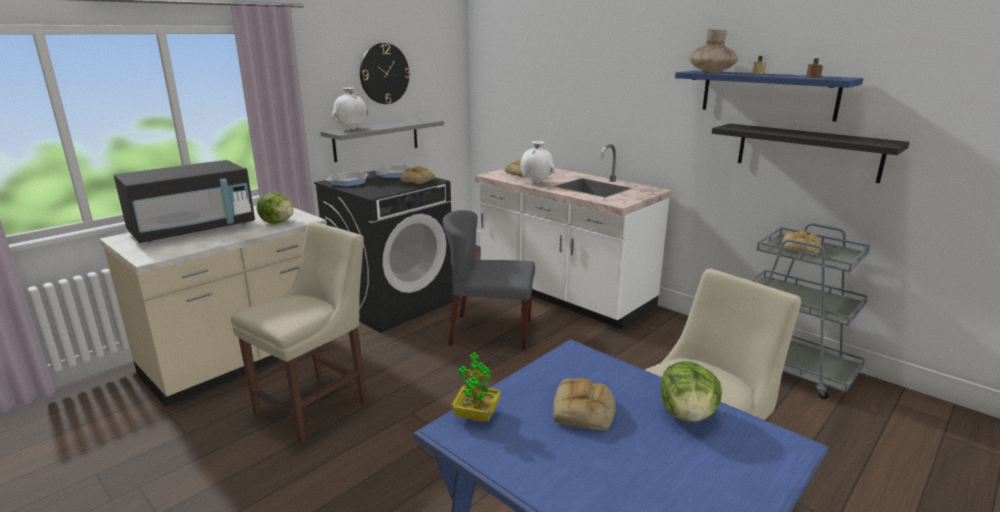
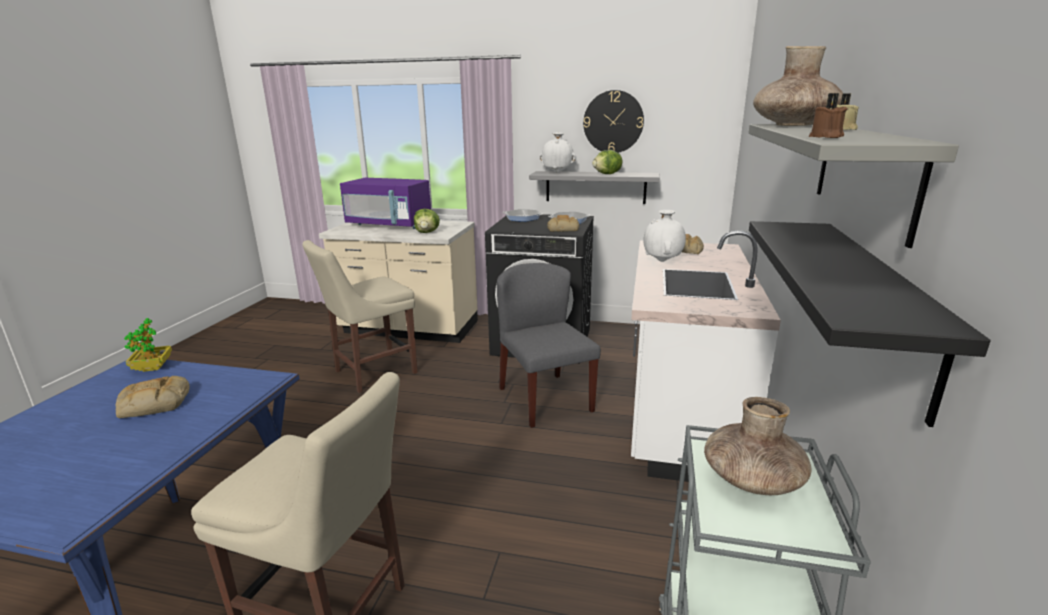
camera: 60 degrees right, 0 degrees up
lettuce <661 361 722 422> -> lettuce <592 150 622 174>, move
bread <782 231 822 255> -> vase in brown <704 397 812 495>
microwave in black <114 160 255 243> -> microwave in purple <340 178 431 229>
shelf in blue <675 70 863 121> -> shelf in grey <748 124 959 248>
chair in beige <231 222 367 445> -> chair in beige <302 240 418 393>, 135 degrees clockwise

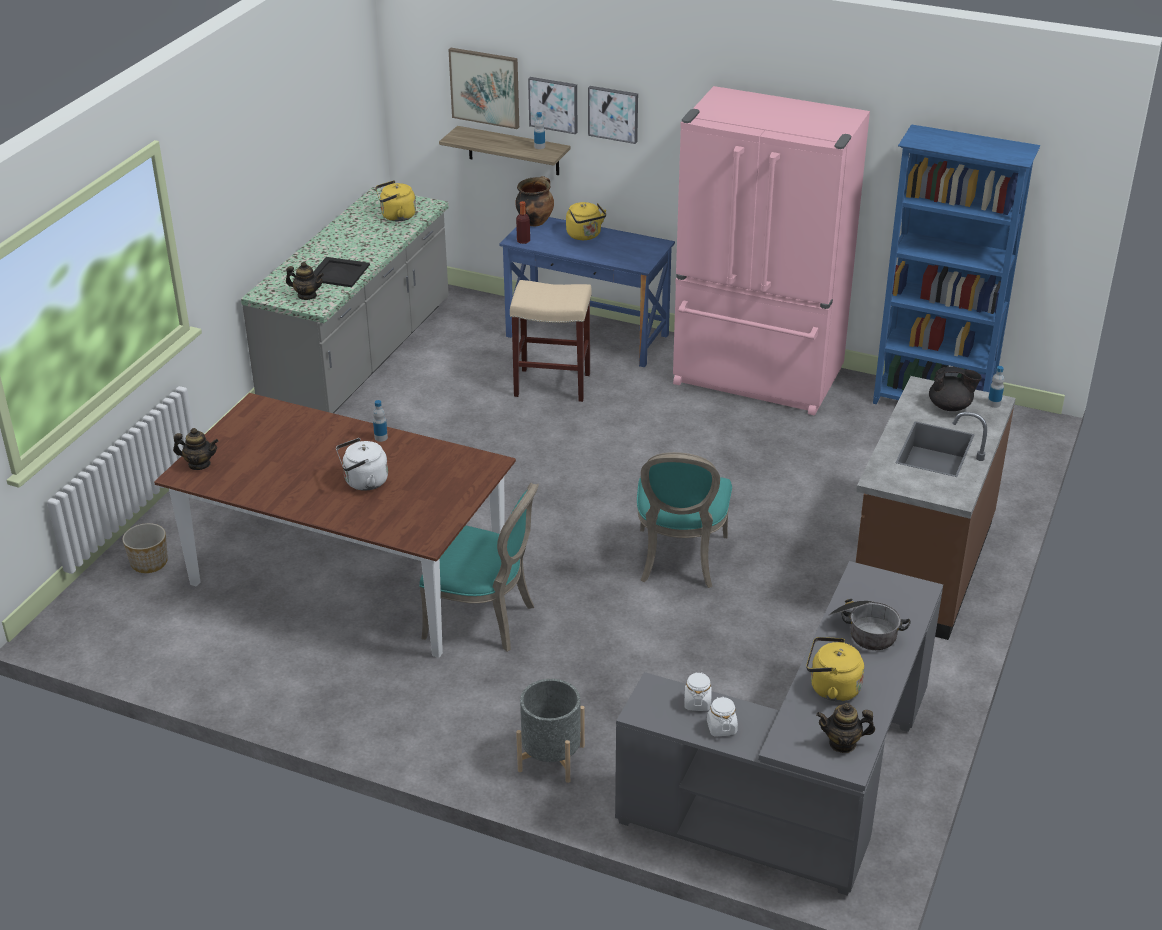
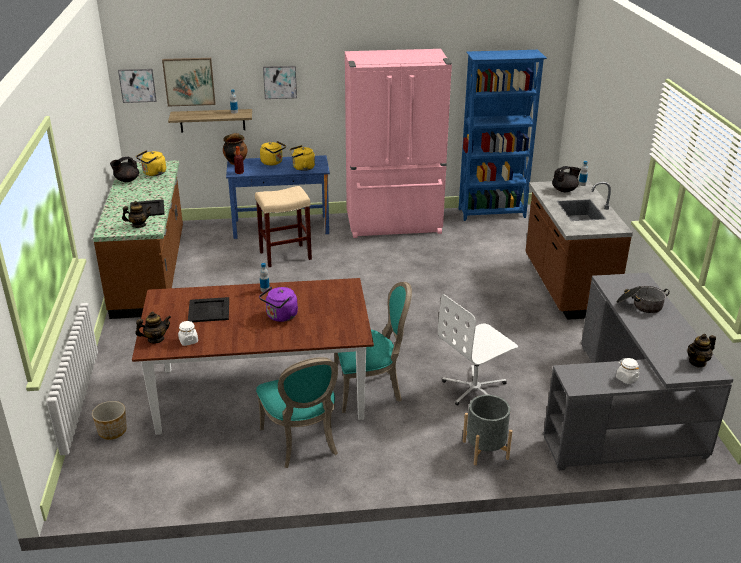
camera: 30 degrees left, 5 degrees down
none -> teapot in black <110 157 139 182>
none -> tray in black <188 297 229 322>
none -> office chair in white <438 294 518 406>
picture <528 77 577 134> -> picture <118 69 157 103>, move
chair in turquoise <637 452 732 588> -> chair in turquoise <256 357 338 468>, move
jar in white <684 672 712 711> -> jar in white <178 321 198 346>, move
kettle in yellow <806 637 864 702> -> kettle in yellow <290 145 315 171>, move
counter in grey <241 187 449 413> -> counter in brown <93 160 183 319>
kettle in white <336 438 388 491> -> kettle in purple <259 287 298 322>

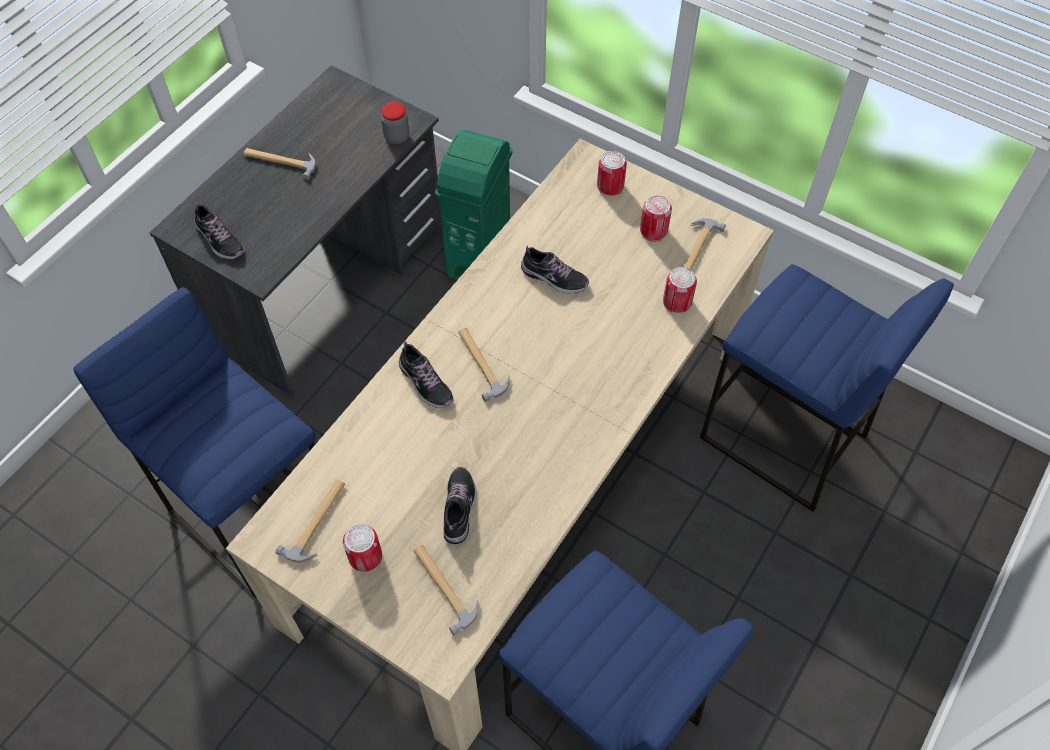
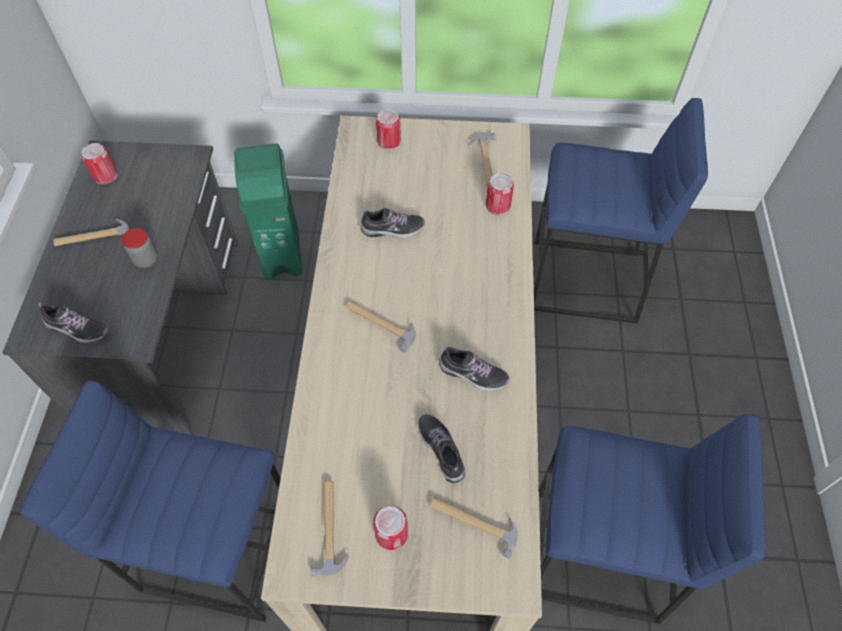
camera: 30 degrees left, 0 degrees up
jar <381 102 409 144> -> jar <122 228 158 268>, move
shoe <399 341 454 408> -> shoe <439 346 510 391>, move
can <640 195 672 242> -> can <81 143 117 184>, move

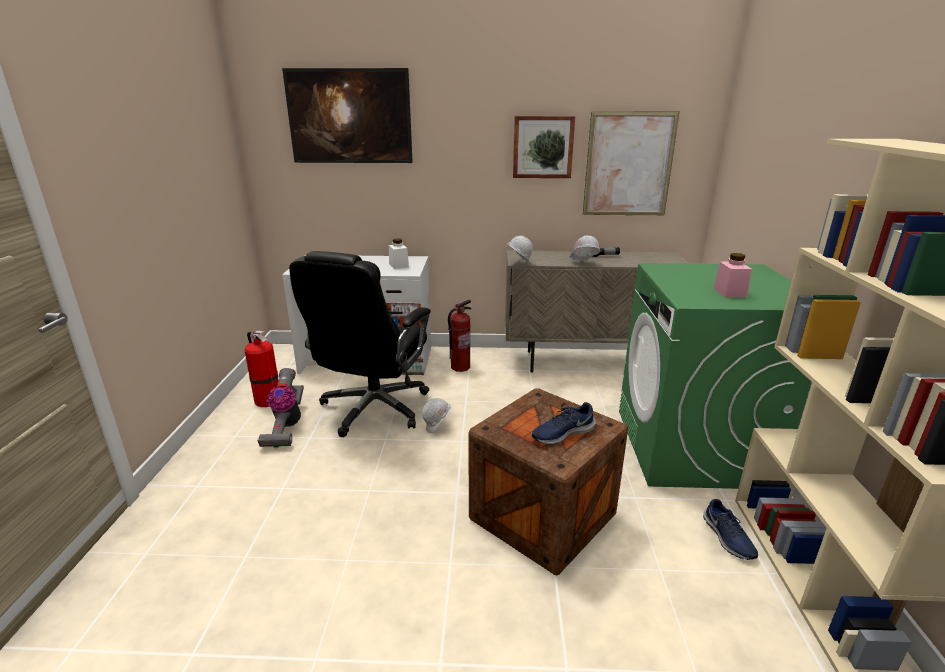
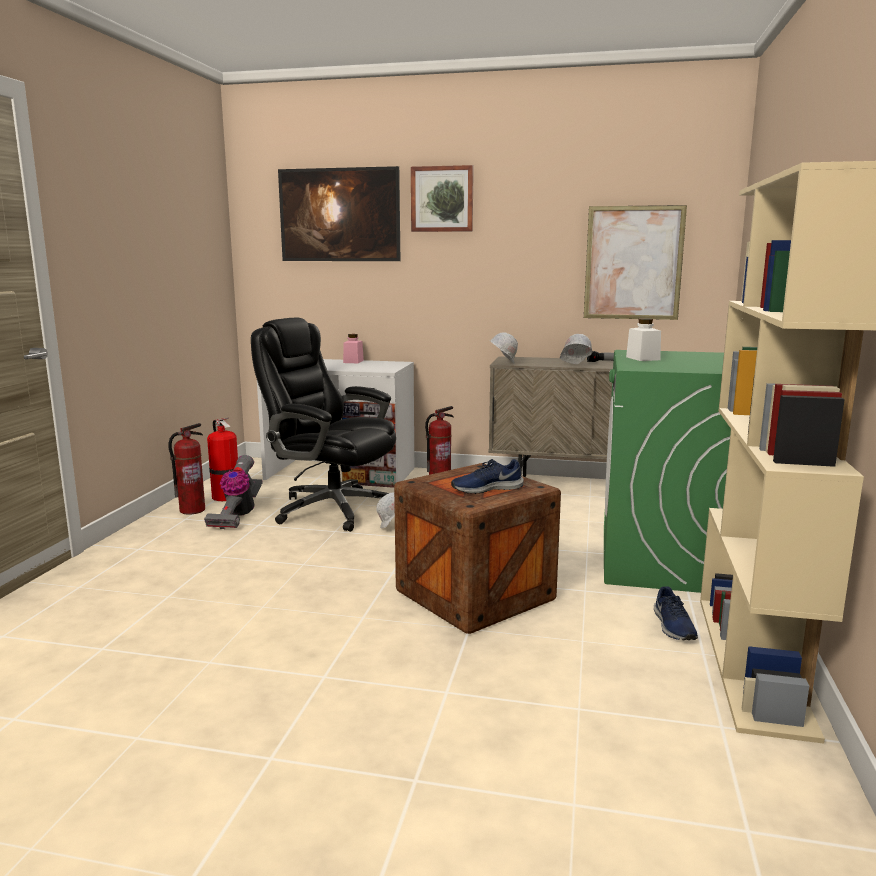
camera: 10 degrees right, 10 degrees down
none -> fire extinguisher <168 423 205 515>
jar in white <389 238 409 269> -> jar in white <626 318 661 361>, move
picture <513 116 575 178> -> picture <411 165 474 232>, move
jar in pink <714 253 752 298> -> jar in pink <343 334 364 363>, move
office chair in black <289 251 431 437> -> office chair in black <251 318 396 532>, 90 degrees clockwise

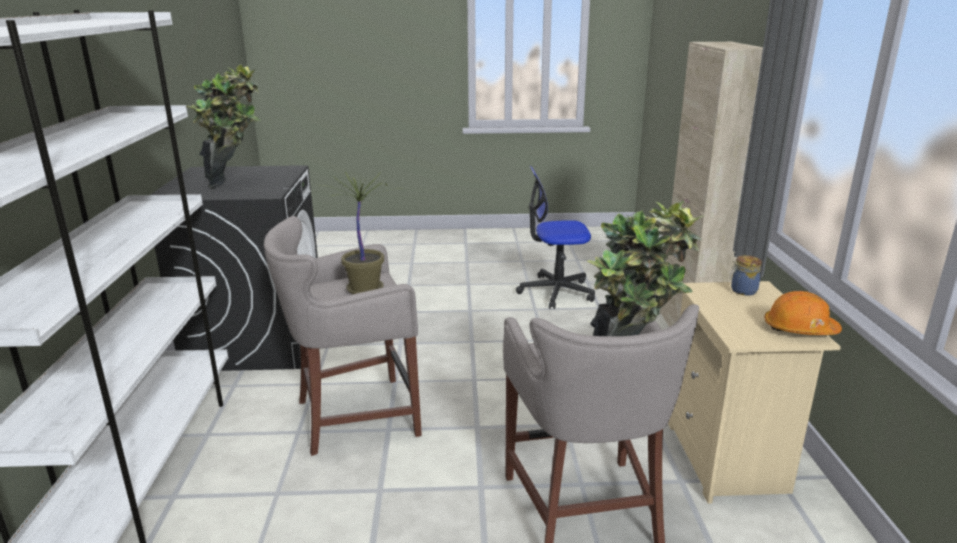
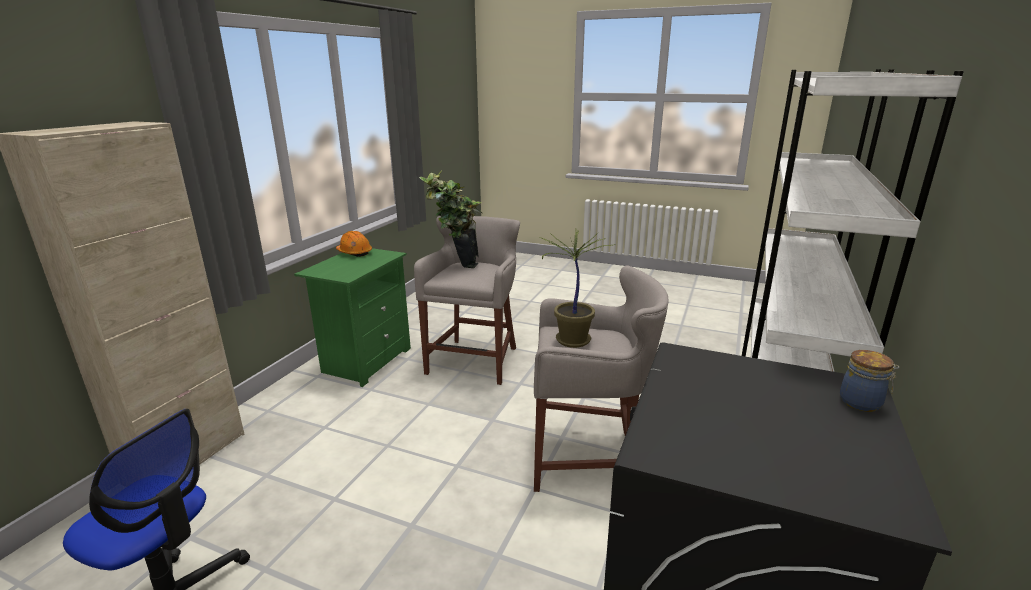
camera: 155 degrees left, 0 degrees up
potted plant <186 64 261 188> -> none
jar <730 255 762 296> -> jar <840 350 899 412>, move
nightstand in beige <668 281 841 504> -> nightstand in green <294 248 411 387>

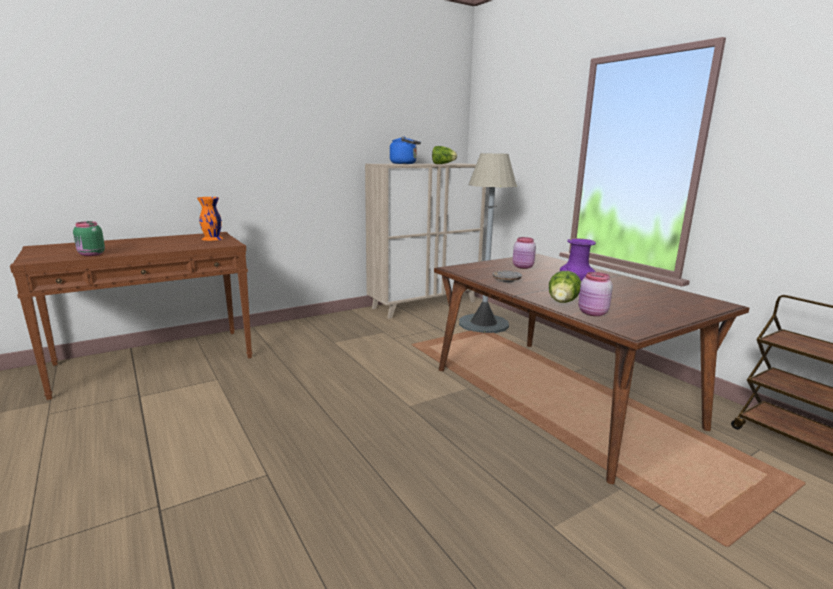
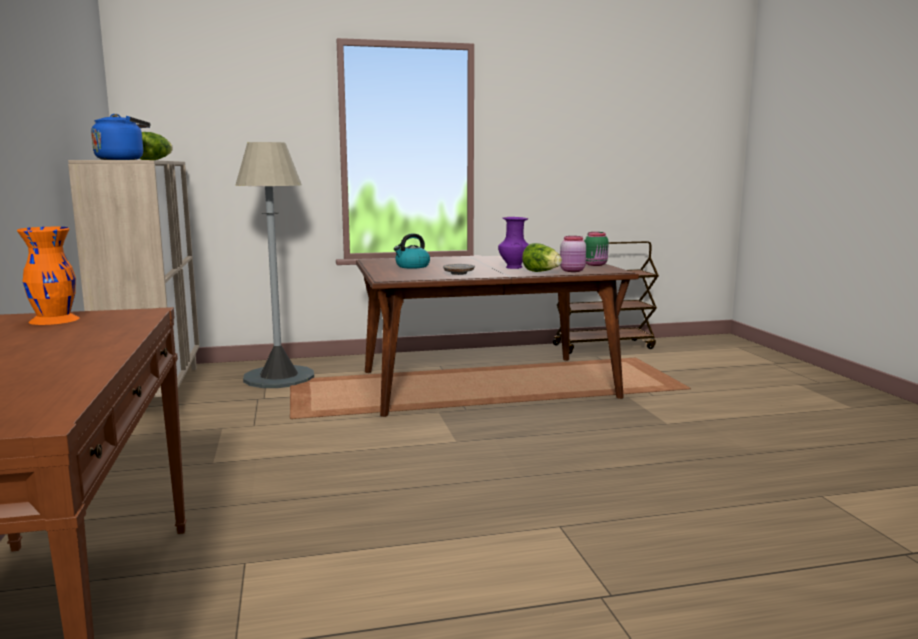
camera: 70 degrees left, 5 degrees down
jar in green <73 221 105 256> -> jar in green <584 232 609 266>, move
jar in pink <513 237 536 269> -> kettle <394 234 430 269>

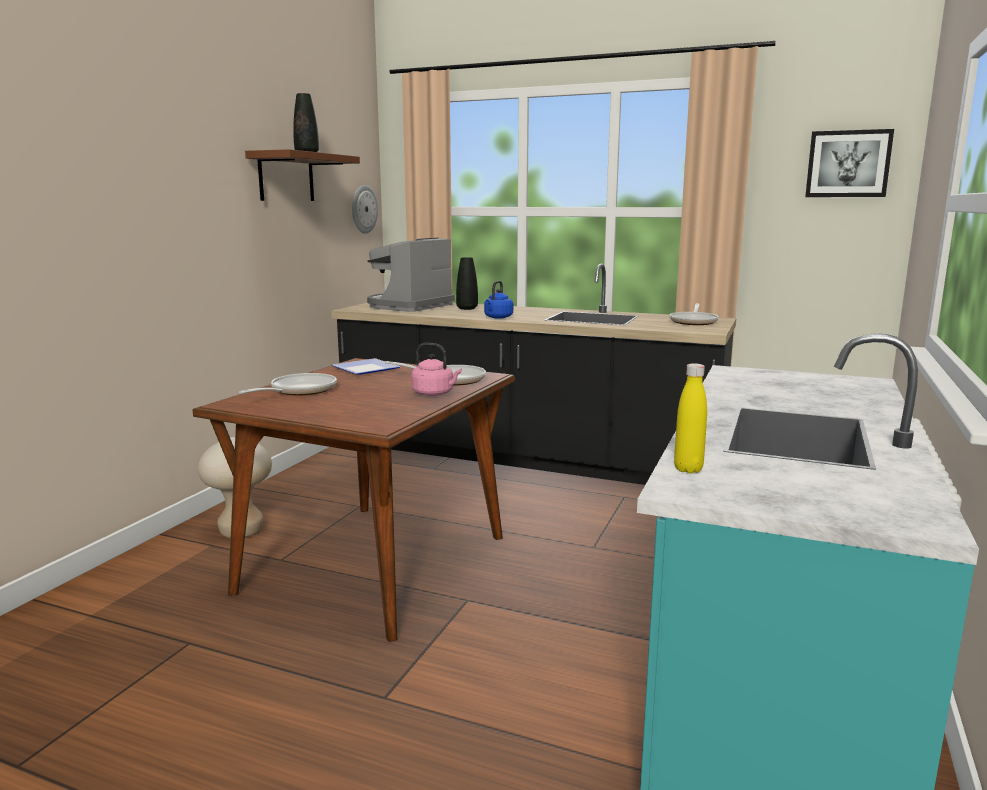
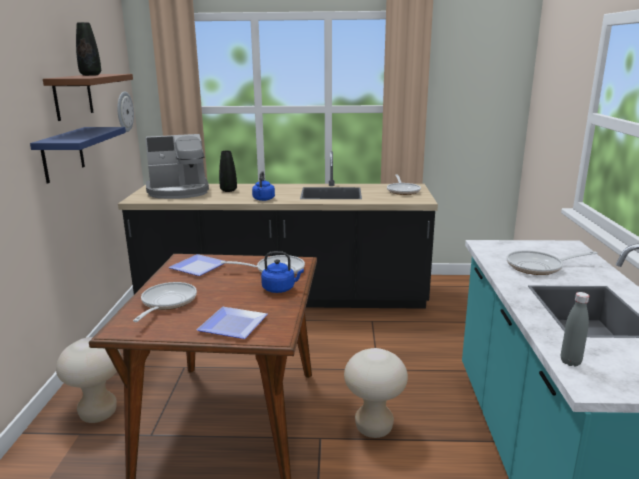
camera: 20 degrees left, 5 degrees up
picture <805 129 894 197> -> none
none -> shelf in blue <30 127 126 184>
none -> plate <196 307 268 339>
none -> stool in beige <344 348 408 438>
none -> frying pan <507 250 598 275>
kettle in pink <411 343 462 396> -> kettle in blue <261 251 304 293>
bottle in yellow <674 363 707 473> -> bottle in grey <561 292 589 367>
coffee machine <367 238 455 312> -> coffee machine <145 134 209 199>, 120 degrees counterclockwise

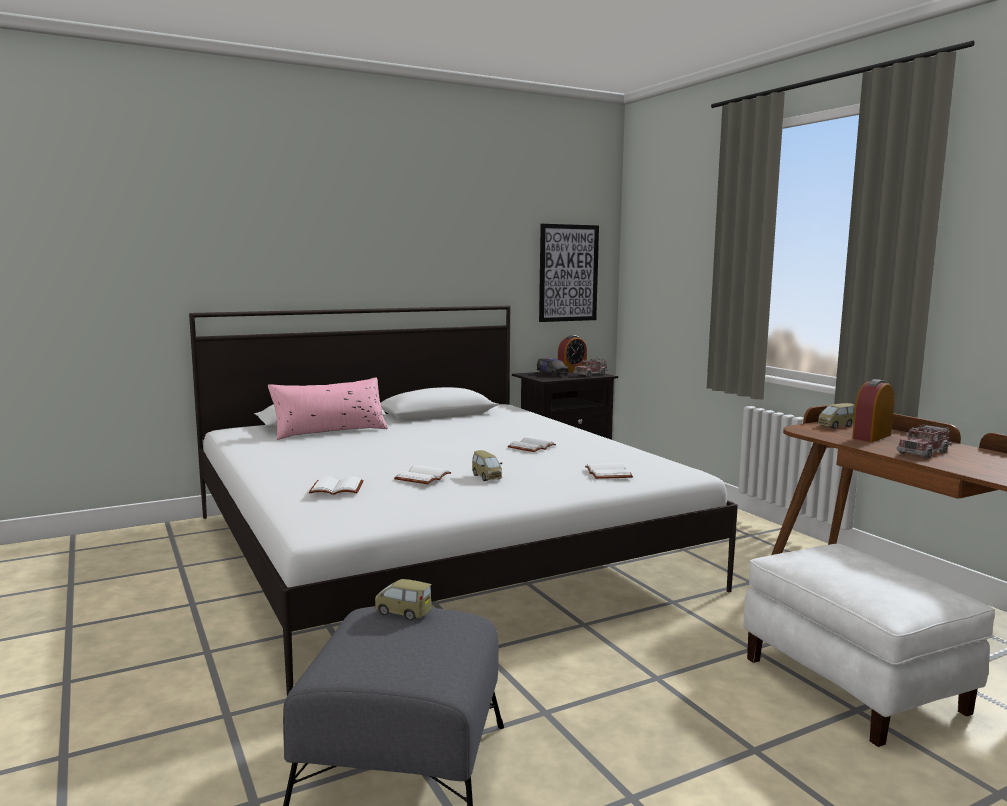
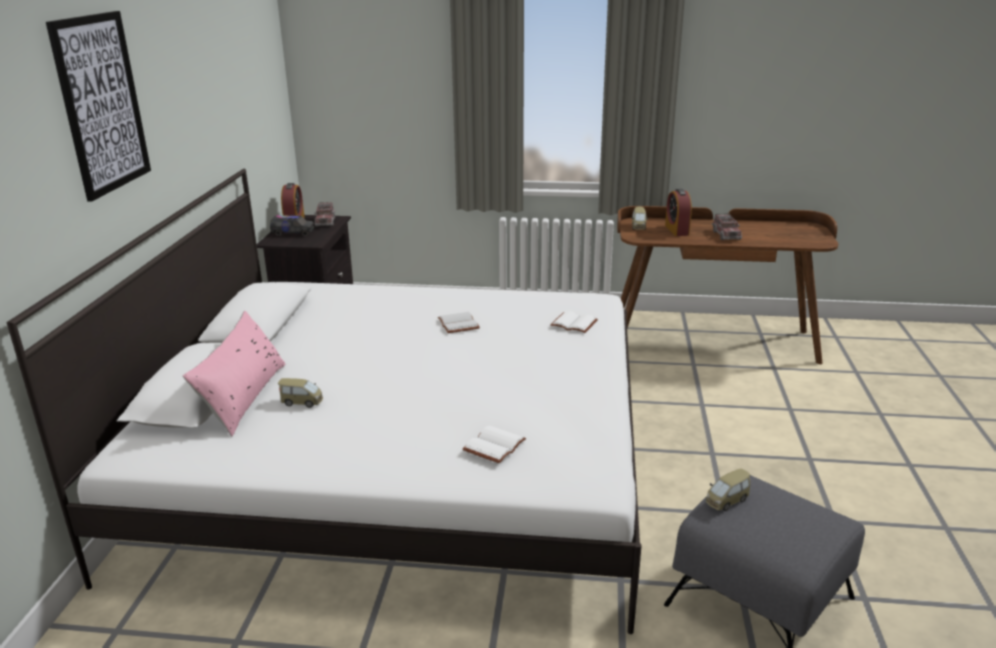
camera: 55 degrees left, 15 degrees up
book in white <394 465 451 484> -> none
ottoman in white <743 543 995 747> -> none
toy car <472 450 502 481> -> toy car <278 378 323 408>, move
picture <539 224 599 322> -> picture <46 11 151 202>, move

